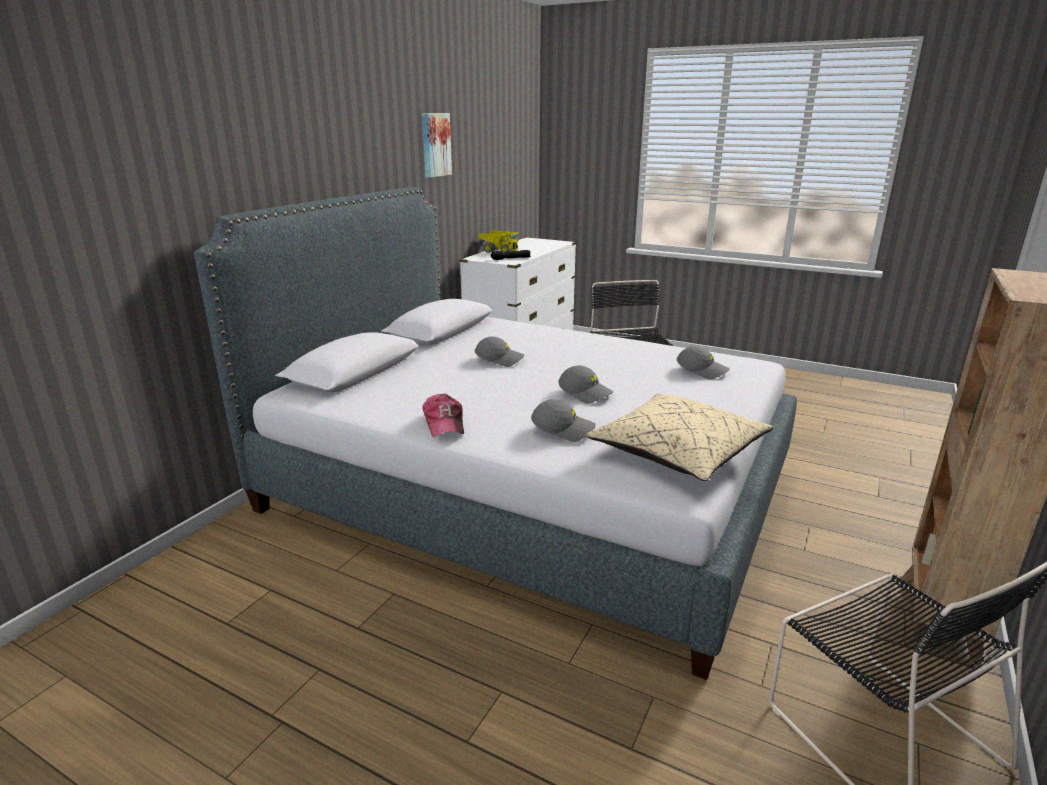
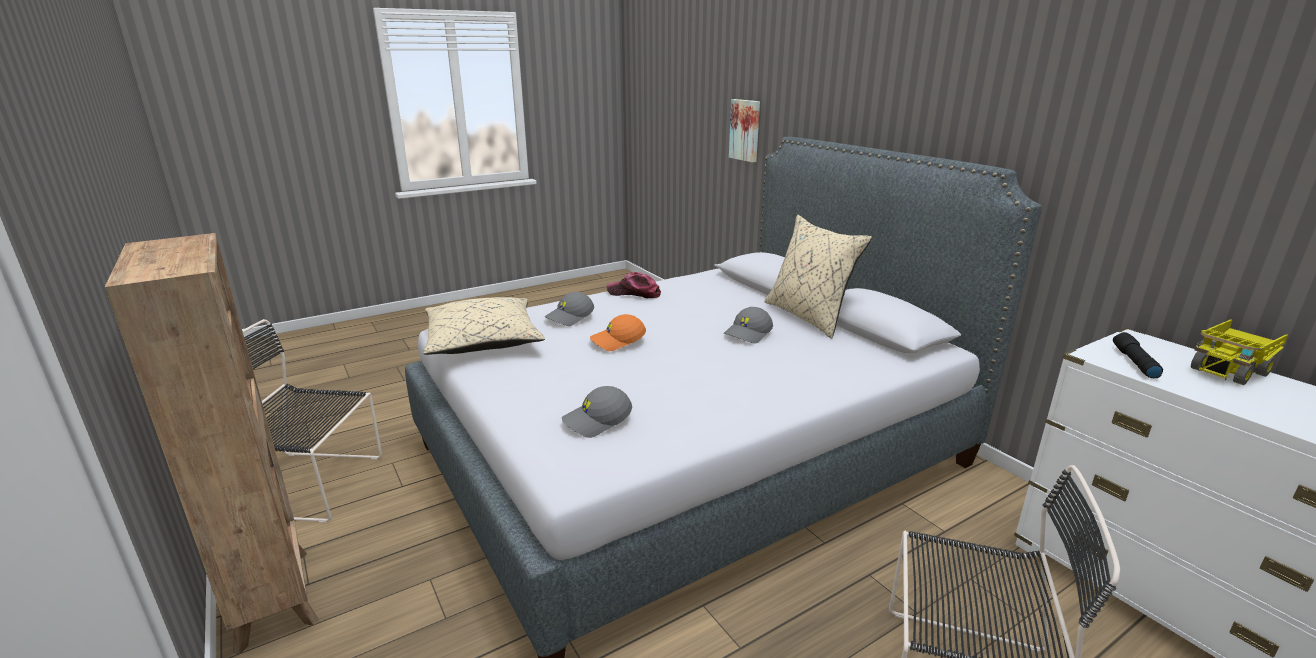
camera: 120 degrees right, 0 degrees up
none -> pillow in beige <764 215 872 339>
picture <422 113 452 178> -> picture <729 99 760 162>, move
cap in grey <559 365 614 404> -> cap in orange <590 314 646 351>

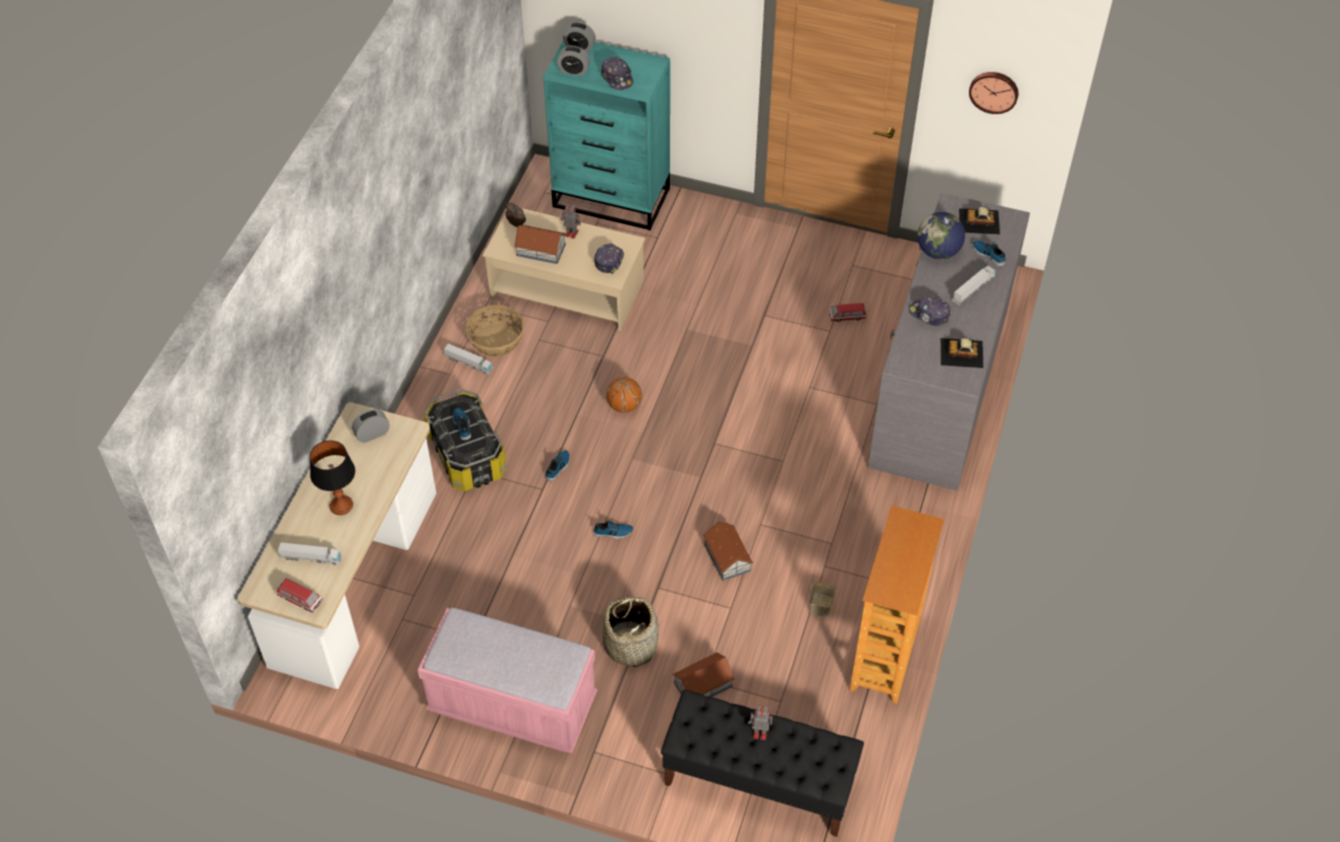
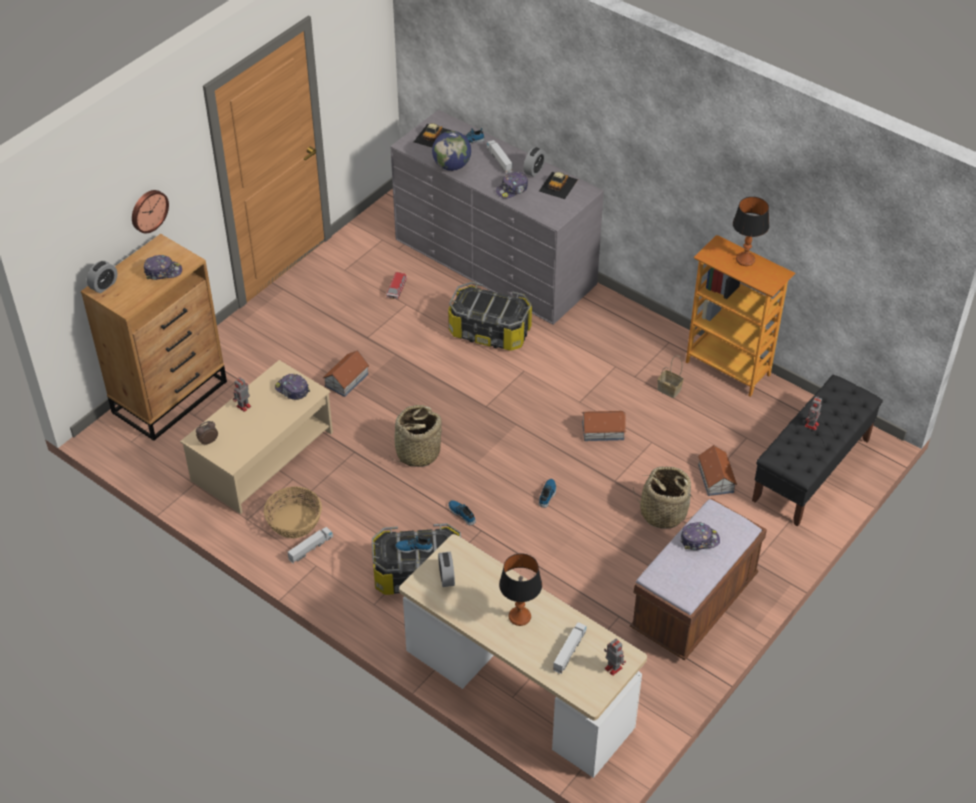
camera: 70 degrees left, 5 degrees down
none -> storage box <448 282 532 351>
none -> cap <680 522 720 550>
none -> table lamp <733 197 769 266>
toy house <514 225 567 264> -> toy house <323 350 369 397>, move
alarm clock <557 46 590 76> -> alarm clock <523 147 546 177>, move
wall clock <969 72 1018 114> -> wall clock <132 190 169 233>, move
toy car <276 578 323 613> -> toy robot <604 639 626 676>
basketball <606 377 642 413> -> basket <390 405 442 467>
bench in pink <418 608 597 754> -> bench in brown <630 498 767 661>
dresser in turquoise <543 41 670 231> -> dresser in brown <81 234 227 441>

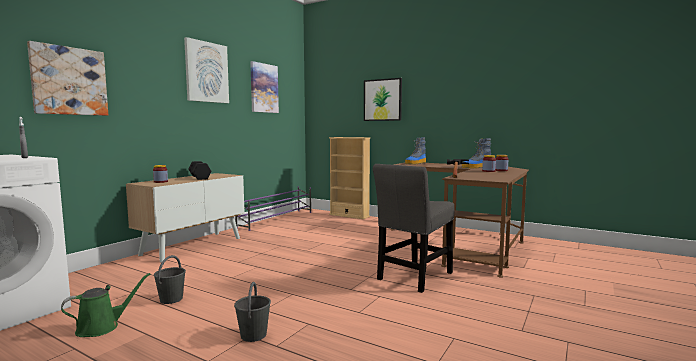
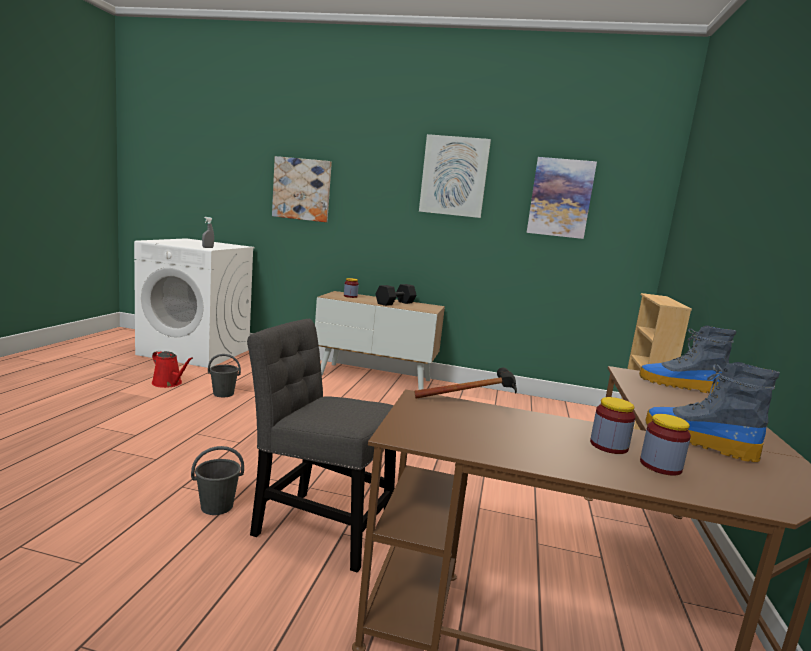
camera: 70 degrees right, 5 degrees up
shoe rack in purple <235 186 311 231> -> none
picture <364 78 402 121> -> none
bucket in grey <234 282 271 342> -> bucket in grey <191 446 244 515>, move
watering can in green <61 273 150 337> -> watering can in red <152 351 193 388>

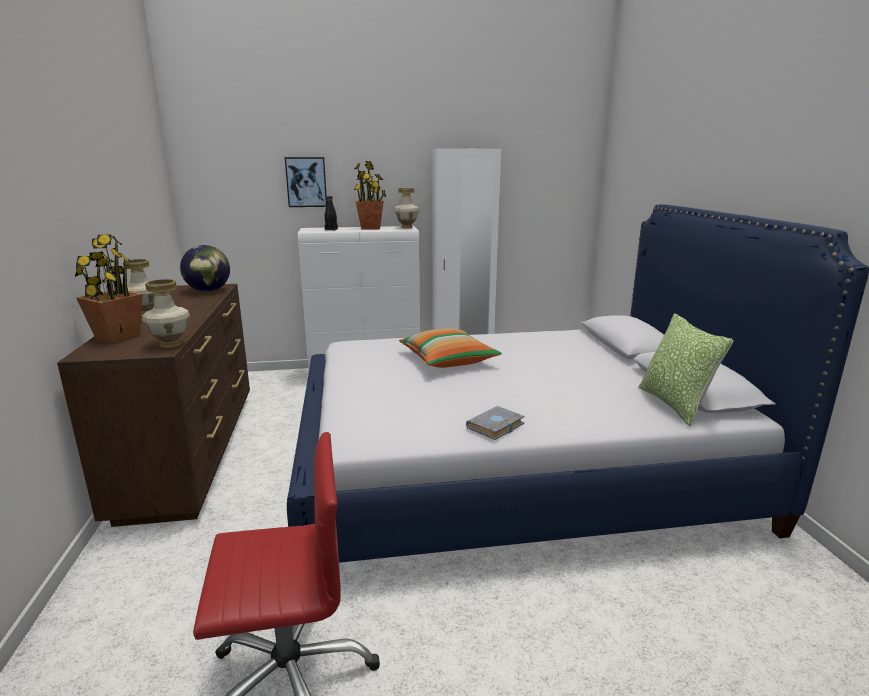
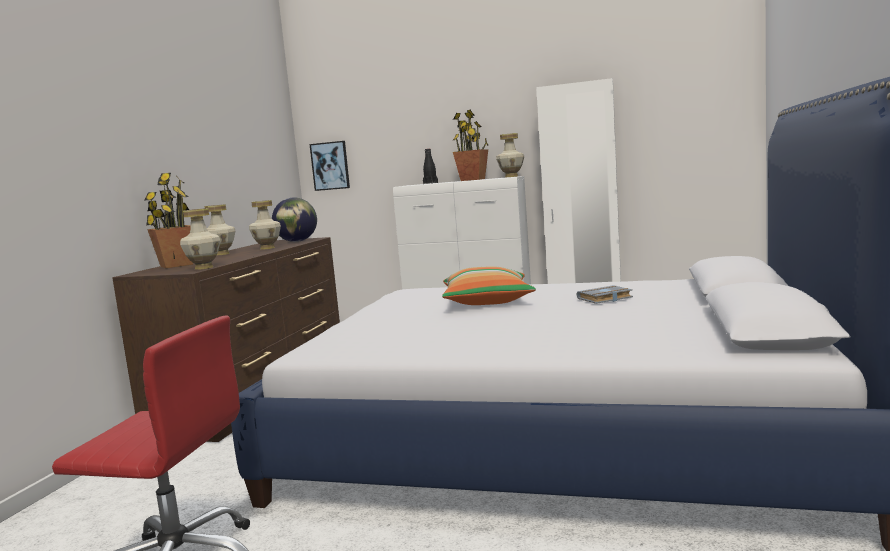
camera: 25 degrees right, 10 degrees down
pillow <639 313 734 426> -> none
none -> vase <249 200 281 249>
picture <285 157 327 207> -> picture <309 141 350 191>, move
book in grey <466 406 525 440> -> book in grey <577 285 633 304>, move

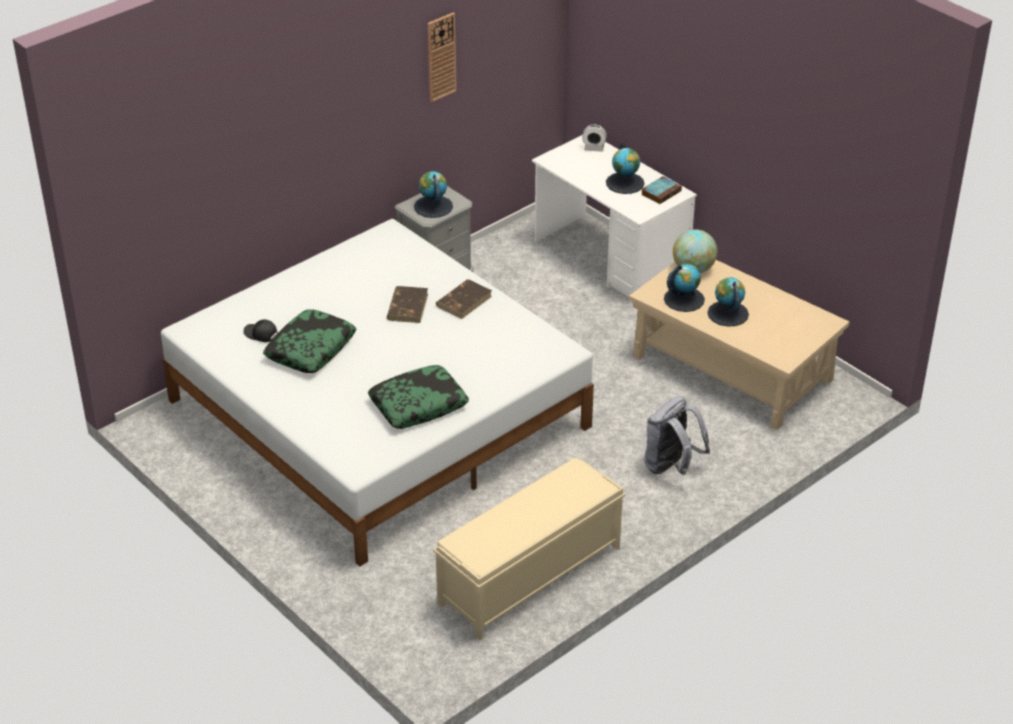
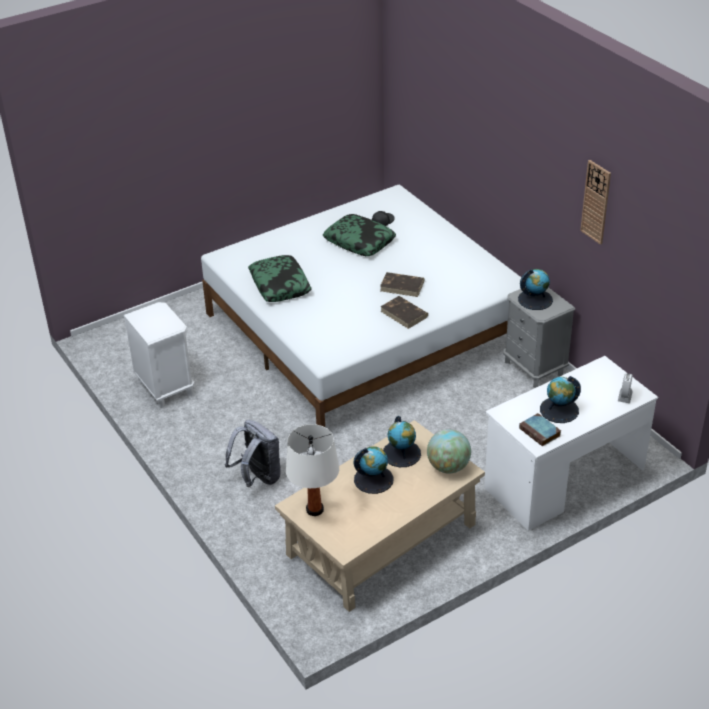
camera: 100 degrees right, 0 degrees up
none -> table lamp in white <286 424 339 516>
bench in beige <433 458 625 640> -> nightstand in white <124 302 194 408>

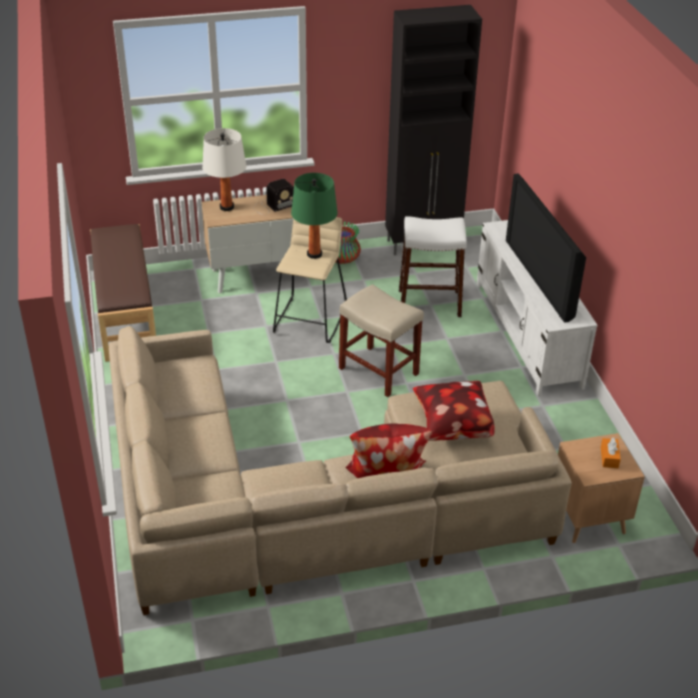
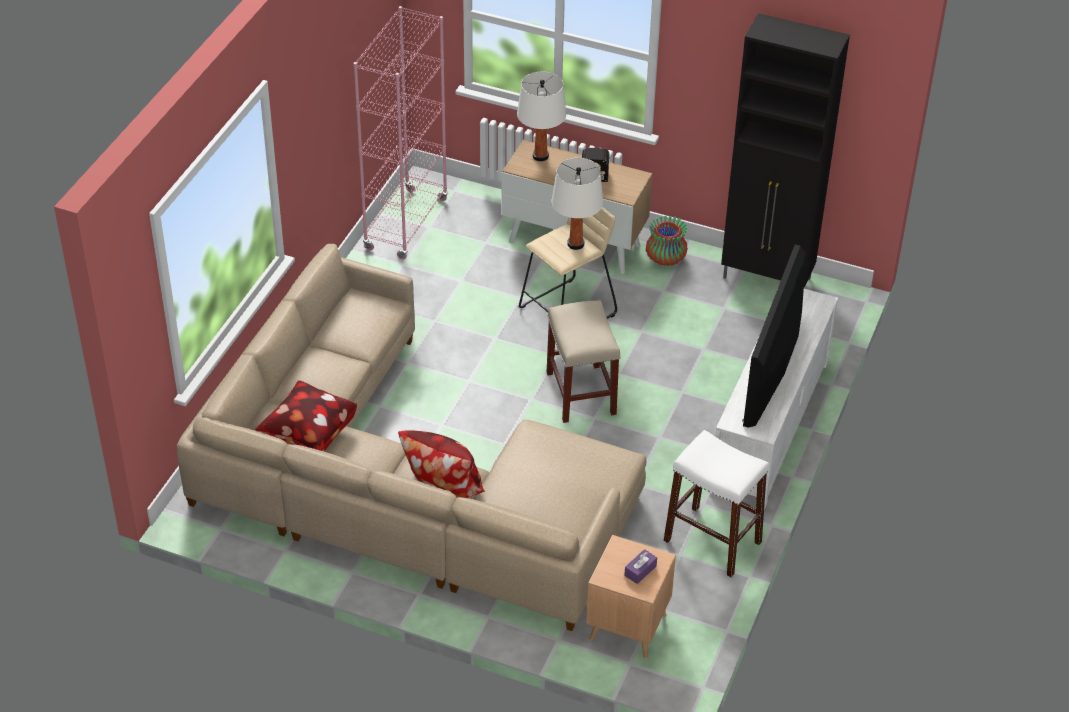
camera: 35 degrees right, 5 degrees up
stool in white <399 216 467 317> -> stool in white <663 430 769 577>, move
pillow <413 381 495 441> -> pillow <255 380 357 452>, move
bench in brown <90 224 156 362> -> bookcase in pink <353 6 448 259>
table lamp in green <291 173 338 259> -> table lamp in white <552 158 603 250>
tissue box in orange <601 437 621 468> -> tissue box in purple <624 549 657 584>

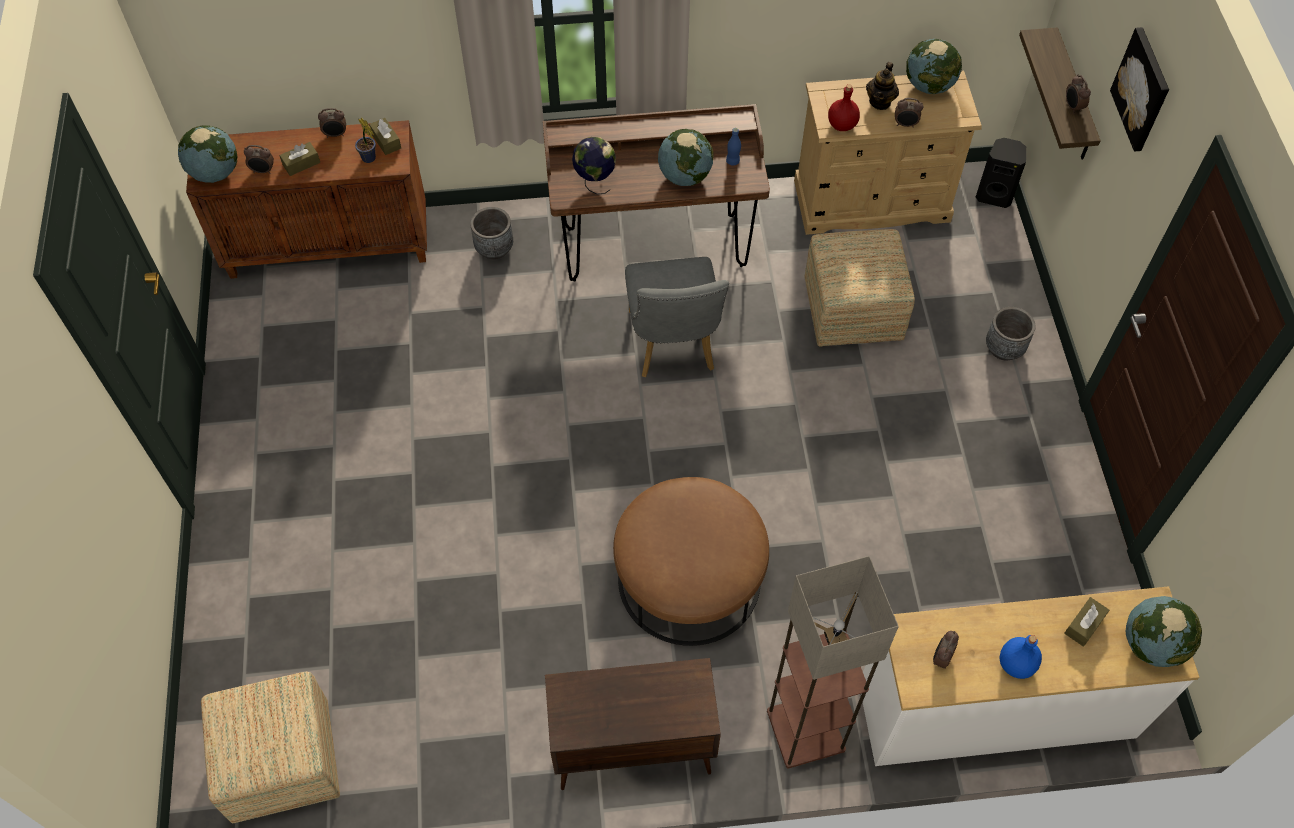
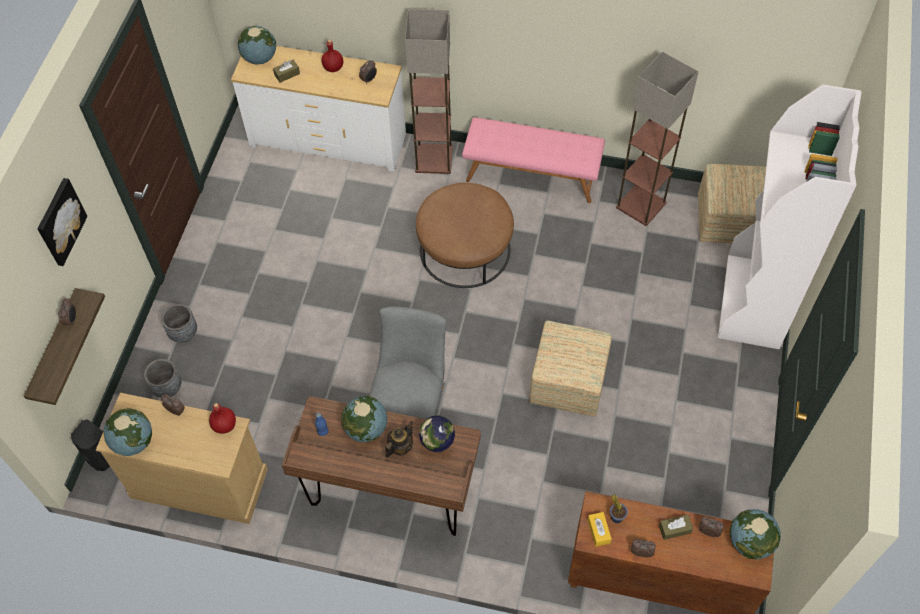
camera: 160 degrees left, 0 degrees up
none -> floor lamp <616 52 699 226>
none -> bookcase in white <718 85 861 349>
planter in grey <470 207 513 260> -> planter in grey <144 359 181 398>, move
ottoman <804 229 915 347> -> ottoman <529 320 612 417>, move
teapot <866 62 899 110> -> teapot <385 421 413 457>, move
cabinet in brown <545 658 721 790> -> bench in pink <462 117 605 203>
tissue box in brown <369 118 401 155> -> tissue box in yellow <588 512 611 547>
bottle in blue <1000 635 1042 679> -> bottle in red <321 40 343 72>

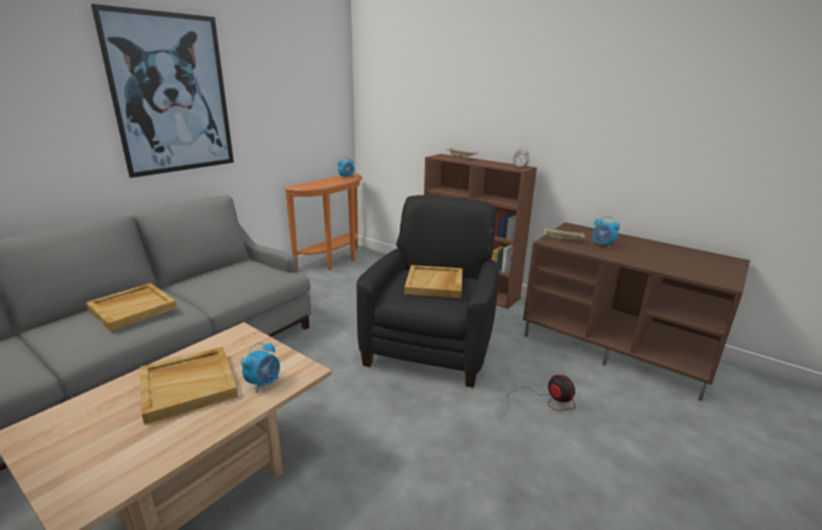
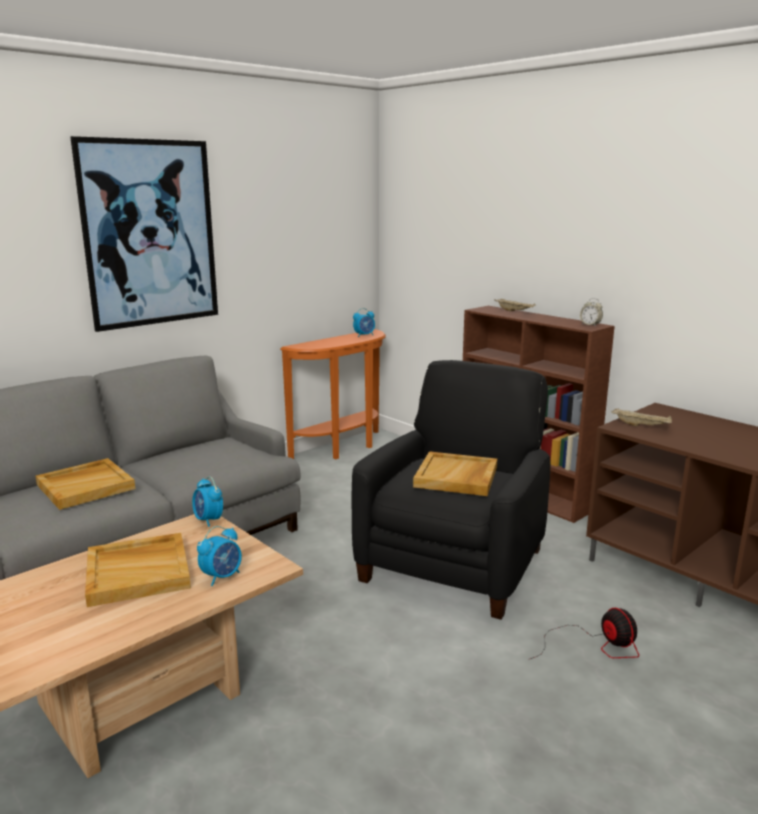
camera: 10 degrees right, 5 degrees down
alarm clock <591 216 620 248> -> alarm clock <192 476 223 527>, move

